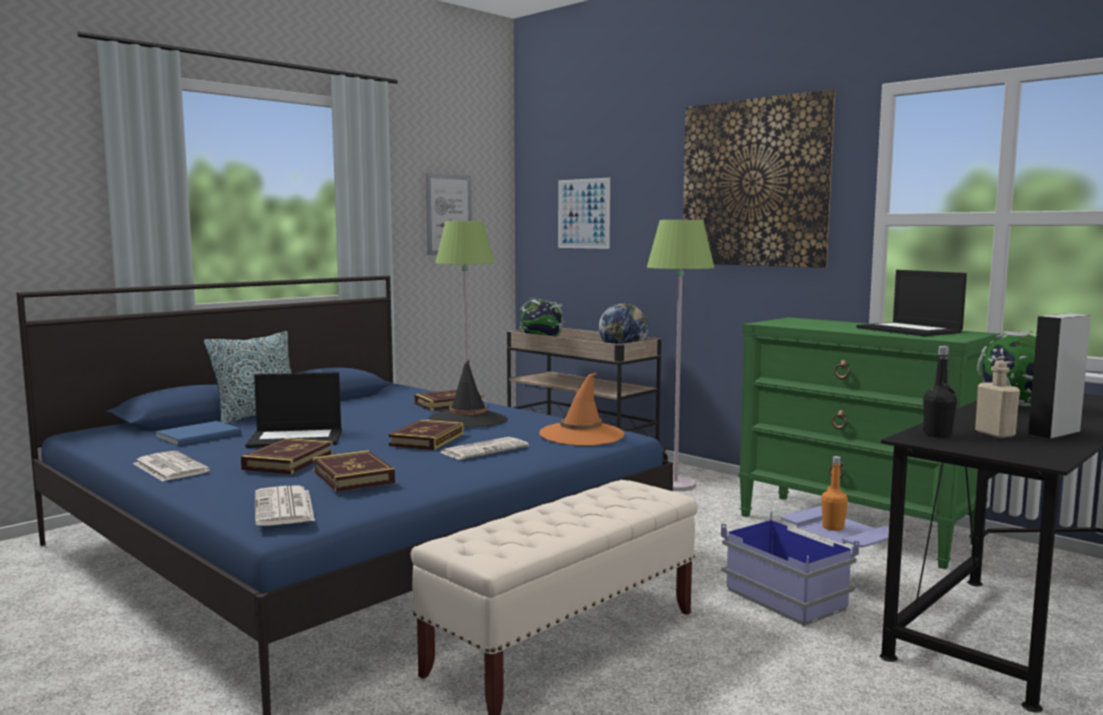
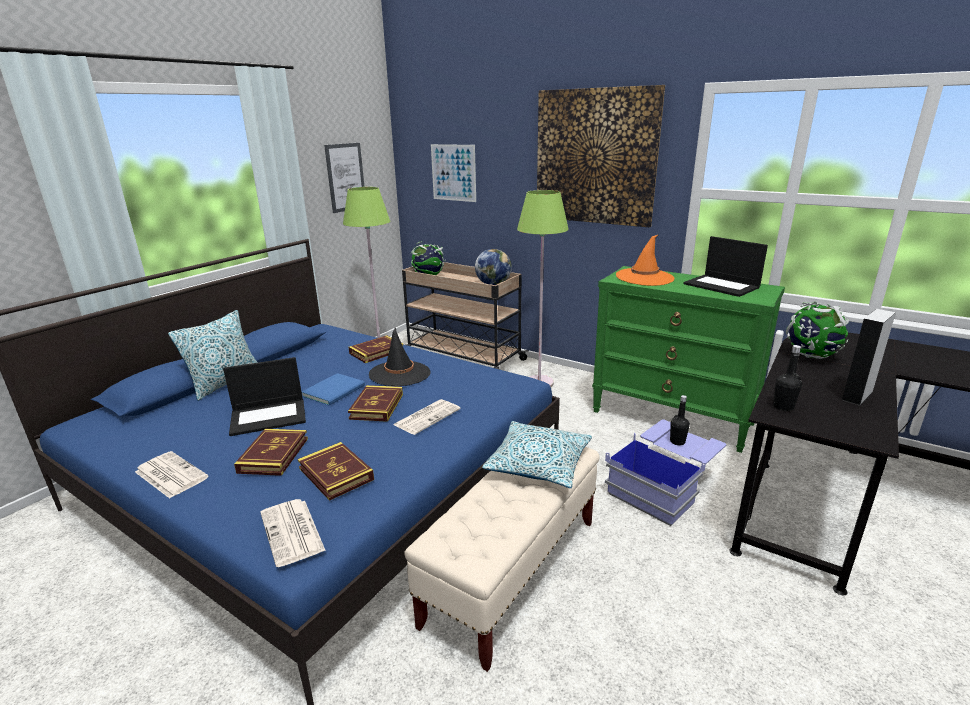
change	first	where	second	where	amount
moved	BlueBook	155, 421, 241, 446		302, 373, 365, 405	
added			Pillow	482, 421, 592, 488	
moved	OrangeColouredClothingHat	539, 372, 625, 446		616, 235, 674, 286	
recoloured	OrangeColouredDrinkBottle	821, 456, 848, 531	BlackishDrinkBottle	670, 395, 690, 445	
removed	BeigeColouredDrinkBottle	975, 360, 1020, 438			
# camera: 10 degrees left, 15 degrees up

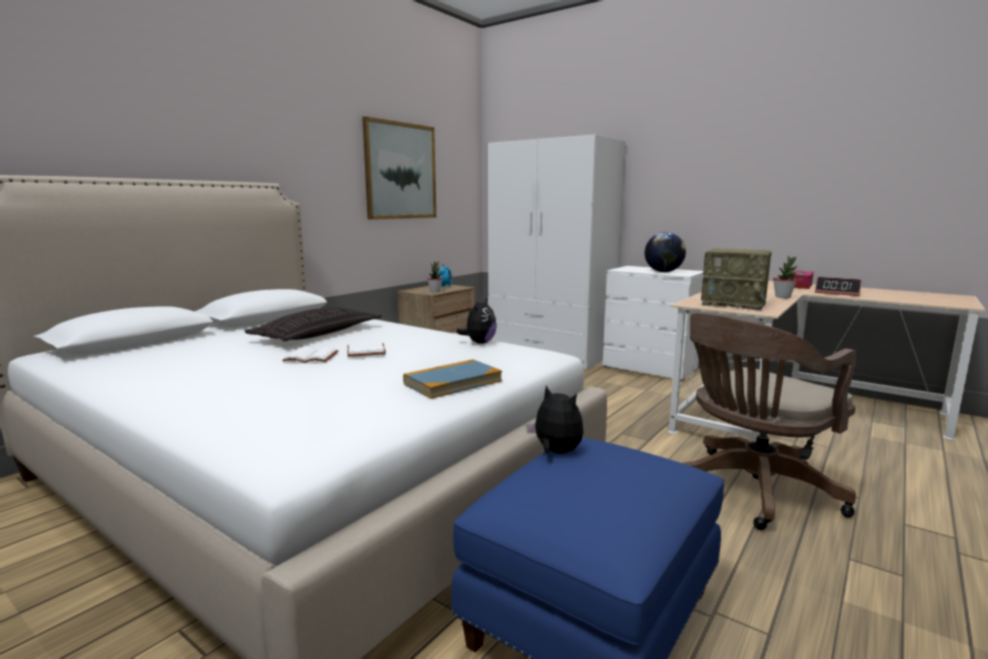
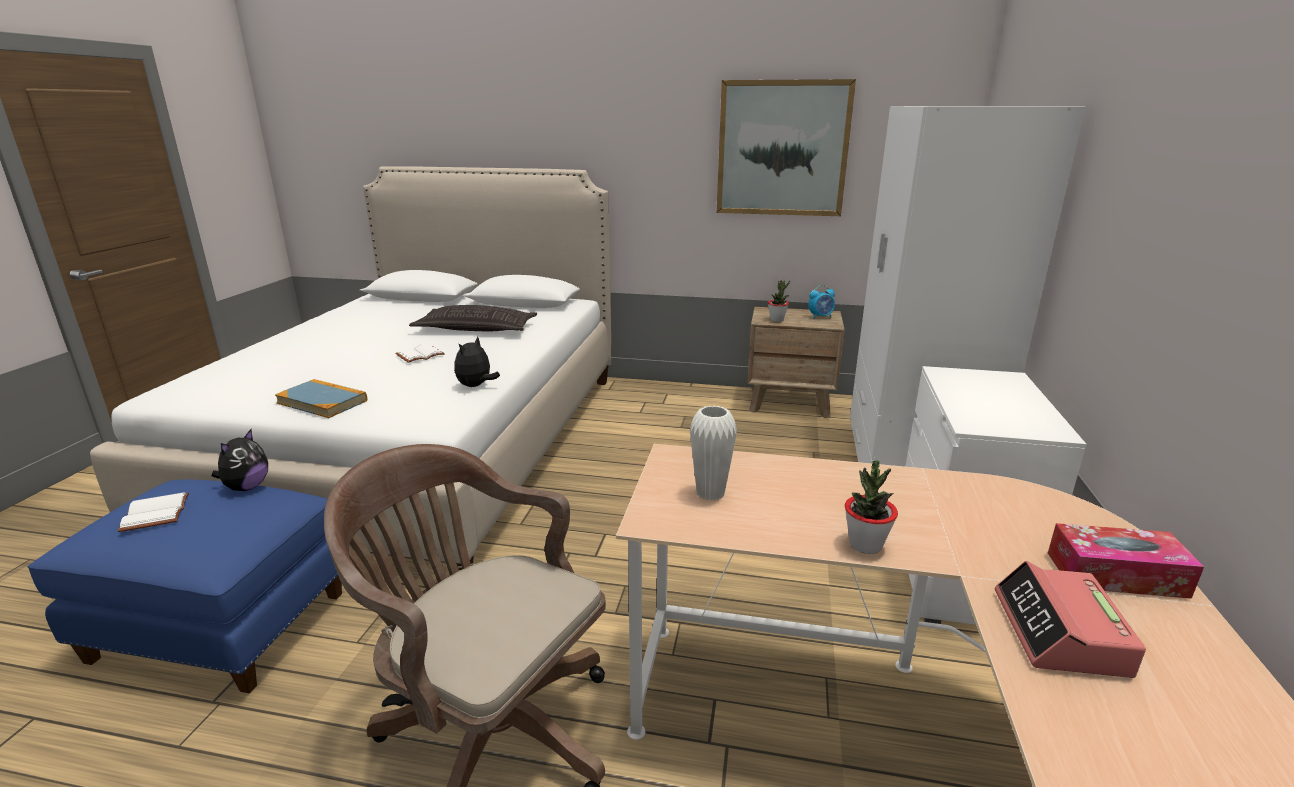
change	first	where	second	where	amount
moved	WhiteBook	282, 347, 339, 363		118, 492, 189, 532	
turned	PlushToy	456, 297, 497, 344		454, 336, 500, 387	120 degrees clockwise
replaced	RadioReceiver	701, 248, 772, 310	WhiteFlowerVase	690, 406, 737, 501	
removed	Globe	645, 232, 686, 272			
# camera: 65 degrees right, 10 degrees up

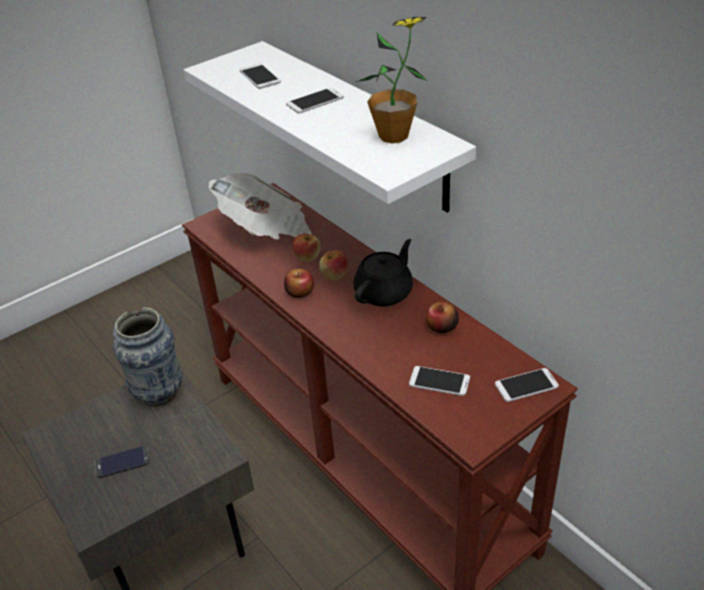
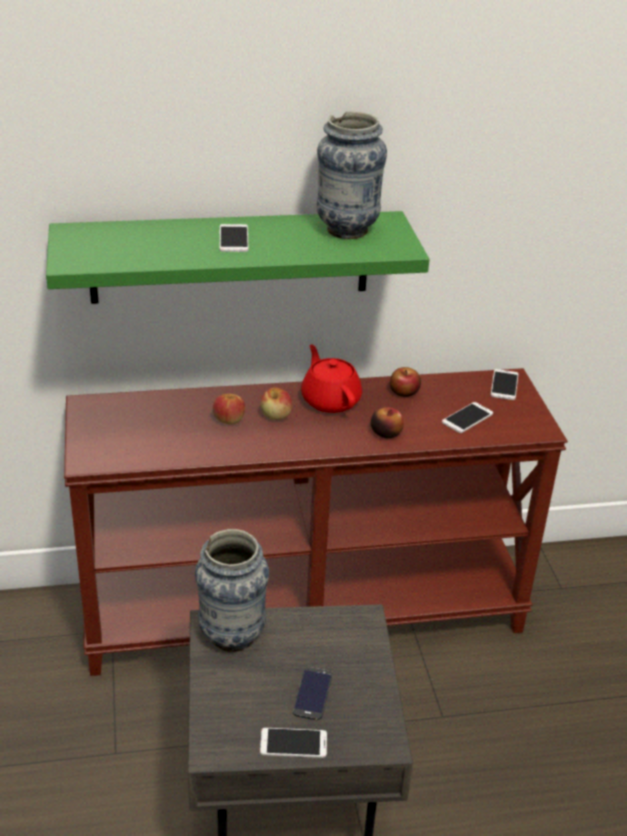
change	first	where	second	where	amount
recoloured	WhiteShelf	184, 41, 476, 213	GreenColouredShelf	46, 211, 430, 304	
moved	Handset	240, 64, 281, 89		260, 728, 327, 758	
recoloured	BlackishTeapot	354, 239, 413, 307	RedTeapot	301, 344, 362, 413	
replaced	PlantInAPot	356, 17, 427, 143	FlowerVase	317, 111, 387, 239	
moved	Apple	284, 268, 314, 298		371, 407, 404, 438	
removed	PrintedPaper	208, 173, 311, 240			
# camera: 65 degrees left, 5 degrees down

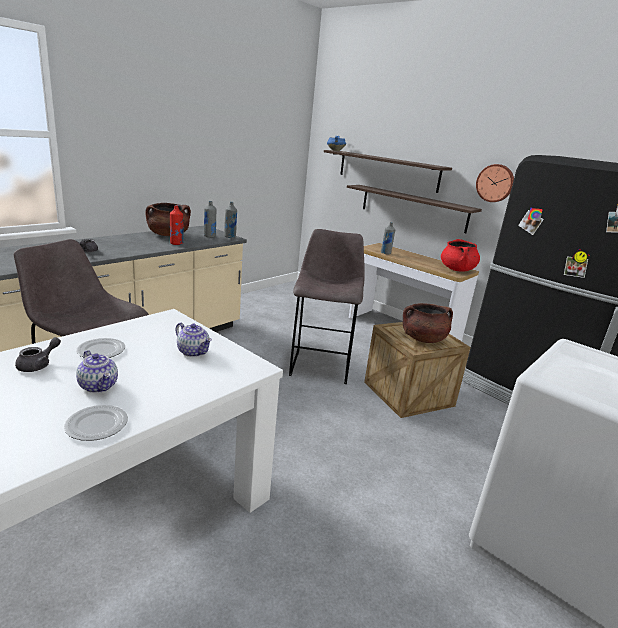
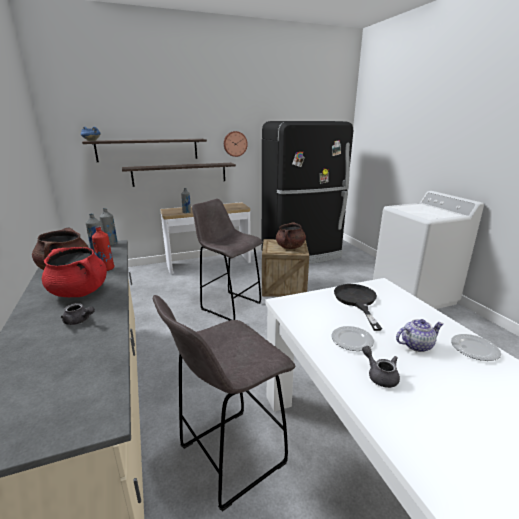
change	first	where	second	where	amount
moved	RedSaucepot	441, 239, 480, 272		42, 247, 107, 297	
replaced	Teapot	176, 323, 212, 357	BlackishFryingPan	334, 284, 382, 331	
# camera: 60 degrees left, 0 degrees up

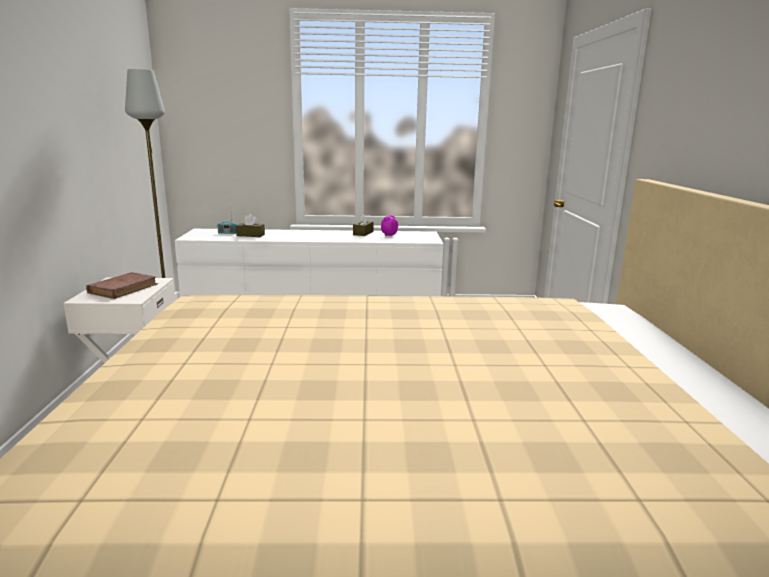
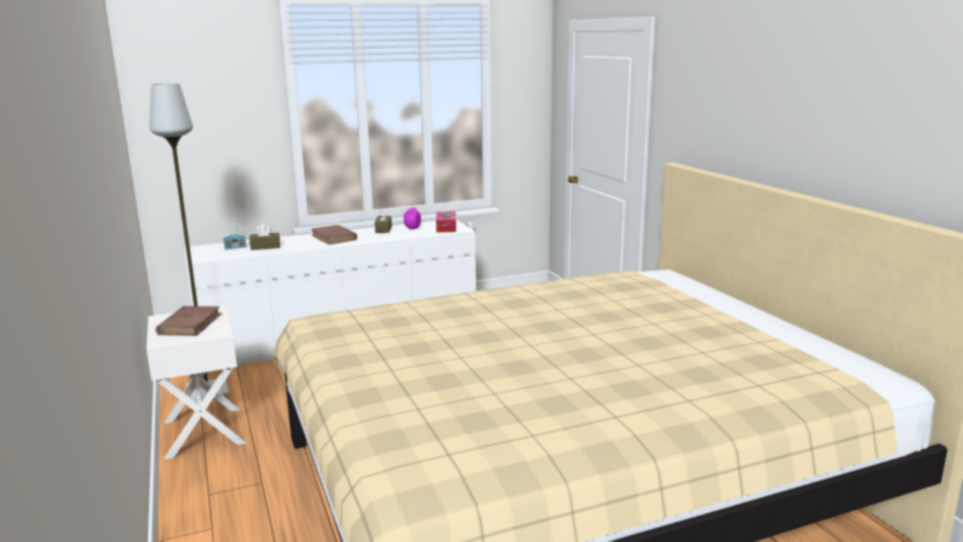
change	first	where	second	where	amount
added			BrownBook	311, 225, 357, 245	
added			TissueBox	436, 211, 456, 232	
# camera: 20 degrees left, 0 degrees up

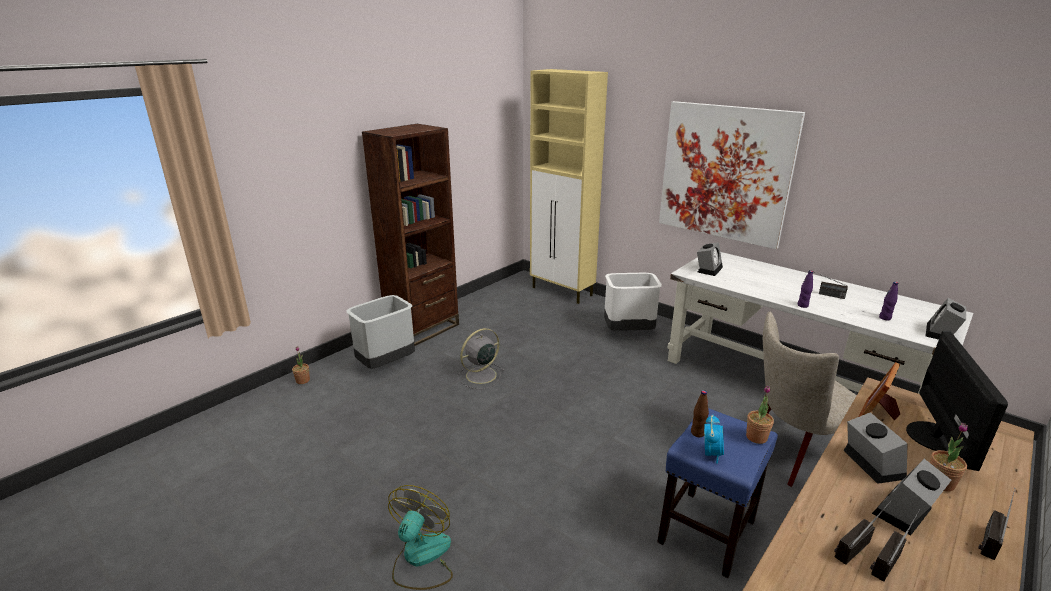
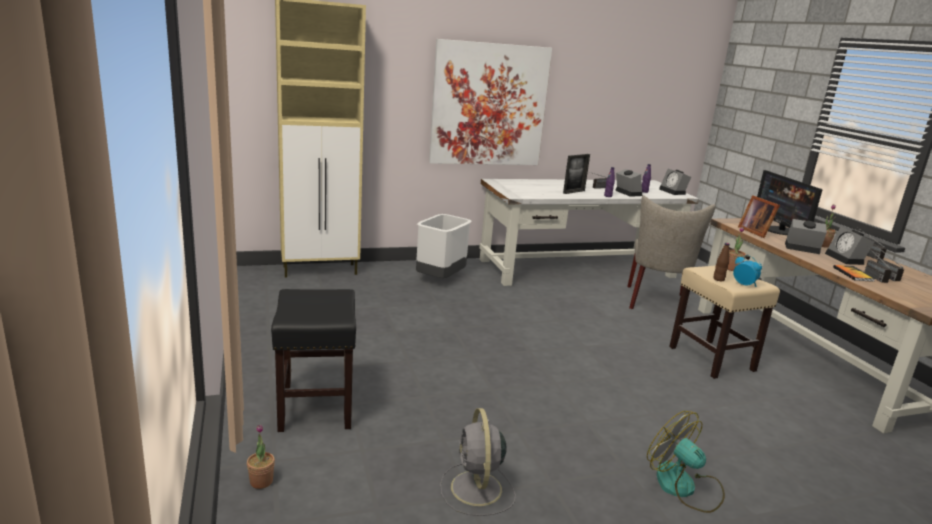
change	first	where	second	where	amount
replaced	GrayTrashCan	346, 295, 415, 369	BlackishStoolSeat	271, 289, 356, 432	
moved	GrayFan	458, 328, 505, 389		440, 408, 516, 516	
added			PictureFrame	563, 154, 590, 194	
moved	AlarmClock	697, 242, 723, 276		615, 169, 642, 197	
recoloured	BlueStoolSeat	657, 408, 778, 578	BeigeColouredStoolSeat	669, 265, 780, 379	
turned	Monitor	906, 331, 1008, 471		757, 170, 822, 235	150 degrees counterclockwise
added			Book	833, 265, 875, 282	
removed	BrownShelvingUnit	362, 124, 459, 346			
# camera: 60 degrees left, 5 degrees down

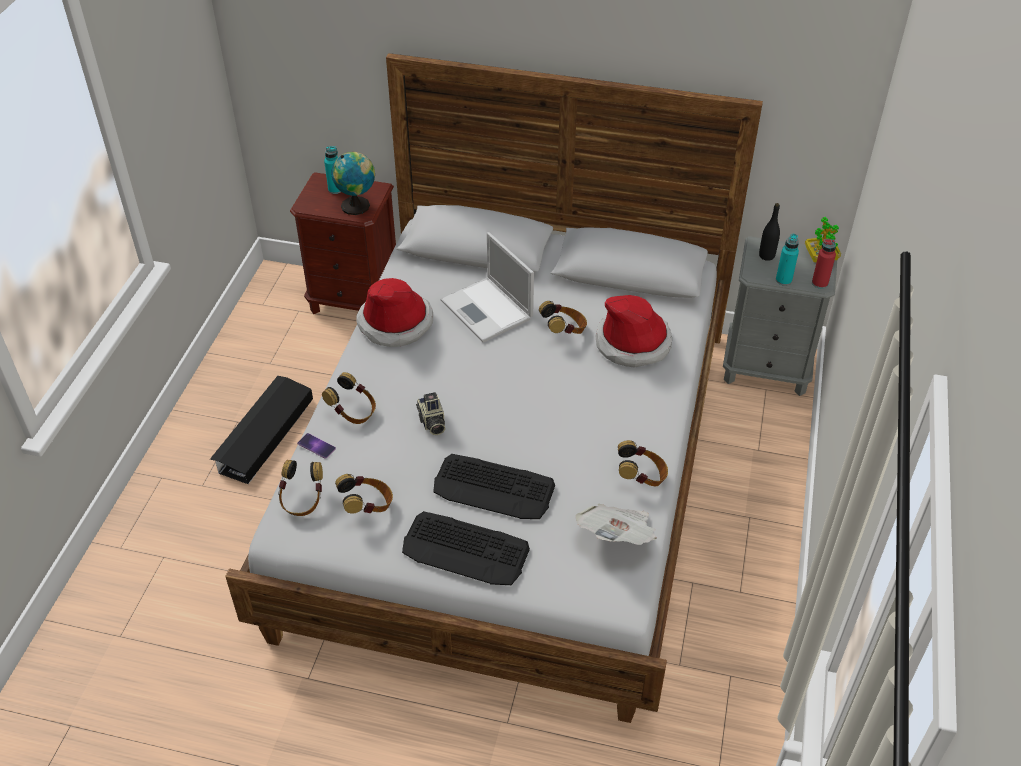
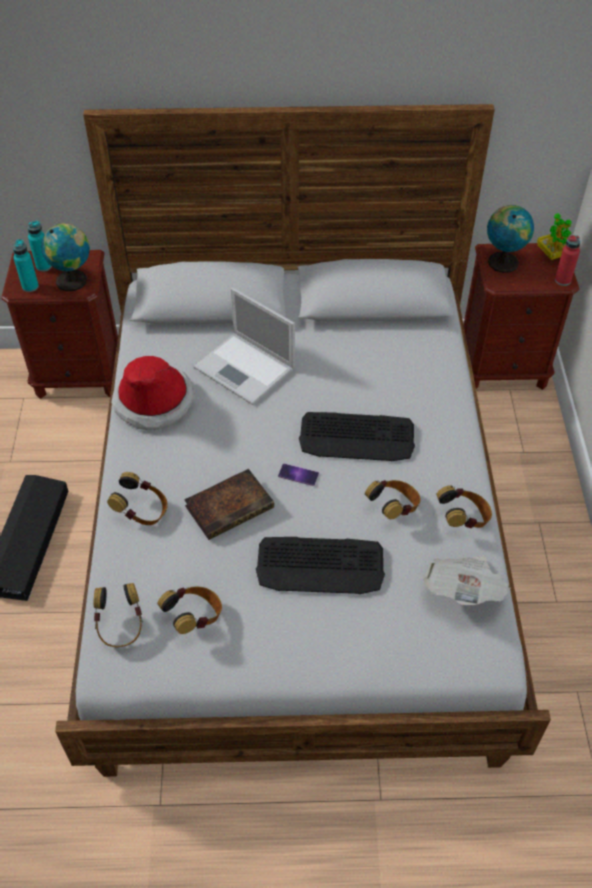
change	first	where	second	where	amount
moved	BlueGreenDrinkBottle	776, 234, 799, 286		13, 239, 39, 292	
replaced	StillCamera	416, 392, 445, 435	Book	184, 469, 274, 540	
moved	Handset	297, 433, 336, 459		278, 464, 319, 486	
moved	Keyboard	402, 511, 530, 585		299, 412, 415, 461	
moved	Headset	539, 301, 587, 334		365, 480, 421, 519	
recoloured	GrayBedsideTable	723, 236, 837, 396	BrownBedsideTable	463, 243, 579, 390	
replaced	BlackishDrinkBottle	759, 203, 780, 261	Globe	487, 205, 534, 273	
removed	ClothingHat	596, 295, 672, 368			
# camera: 15 degrees left, 5 degrees up

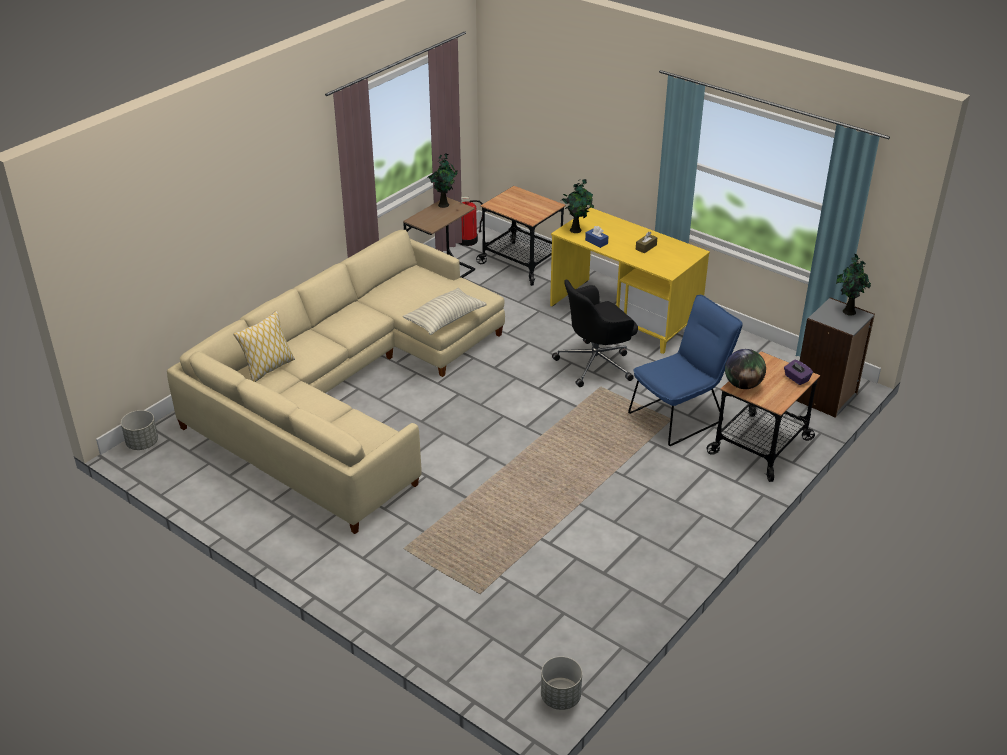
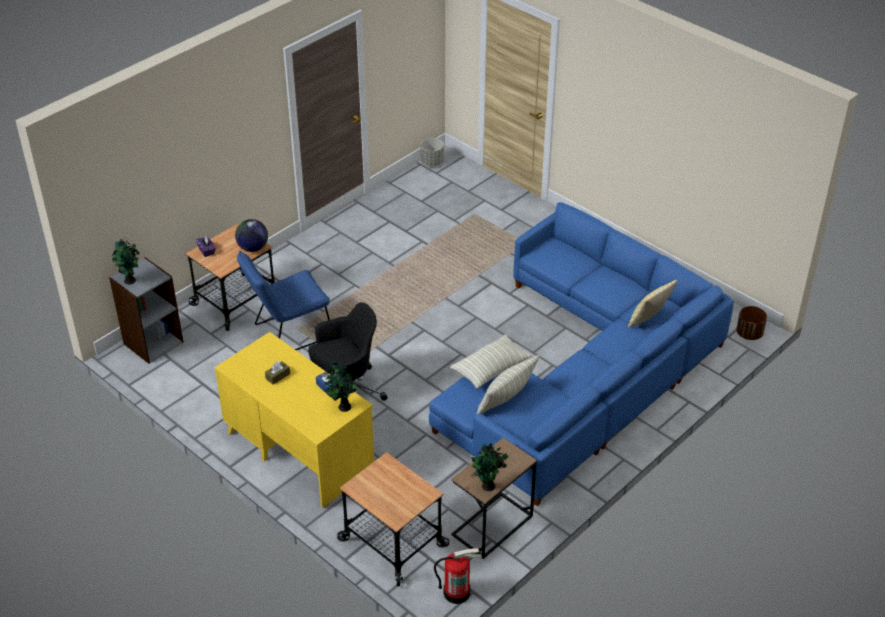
change	first	where	second	where	amount
recoloured	BeigeColouredSofa	167, 230, 505, 534	BlueSofa	429, 202, 734, 506	
added			Pillow	477, 355, 539, 414	
recoloured	GrayFlowerPot	121, 410, 158, 450	BrownFlowerPot	736, 306, 767, 340	
# camera: 175 degrees left, 5 degrees up

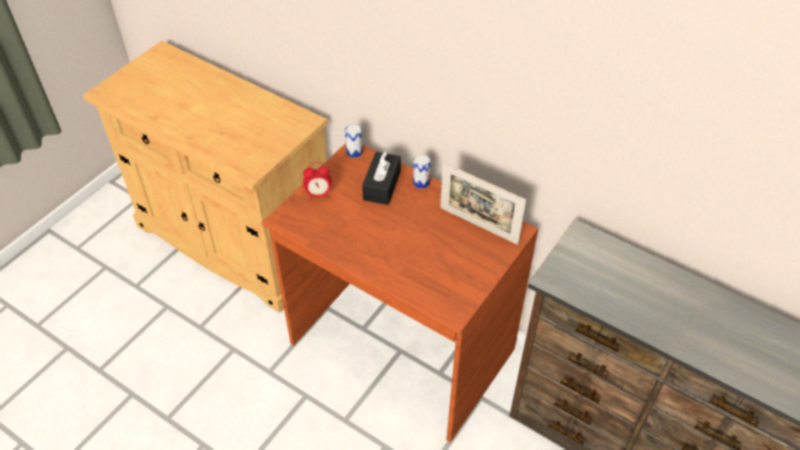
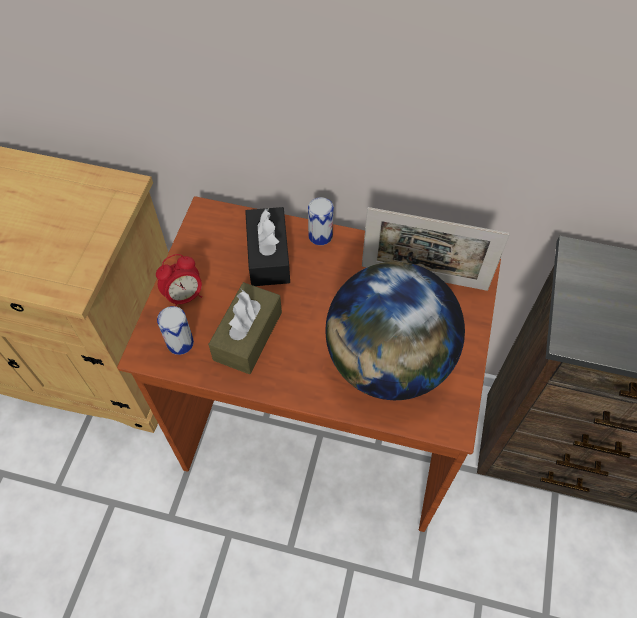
change	first	where	second	where	amount
moved	MetalCan	345, 124, 363, 158		157, 306, 194, 355	
added			BrownTissueBox	208, 282, 282, 374	
added			Globe	325, 262, 465, 400	
# camera: 20 degrees left, 10 degrees up

